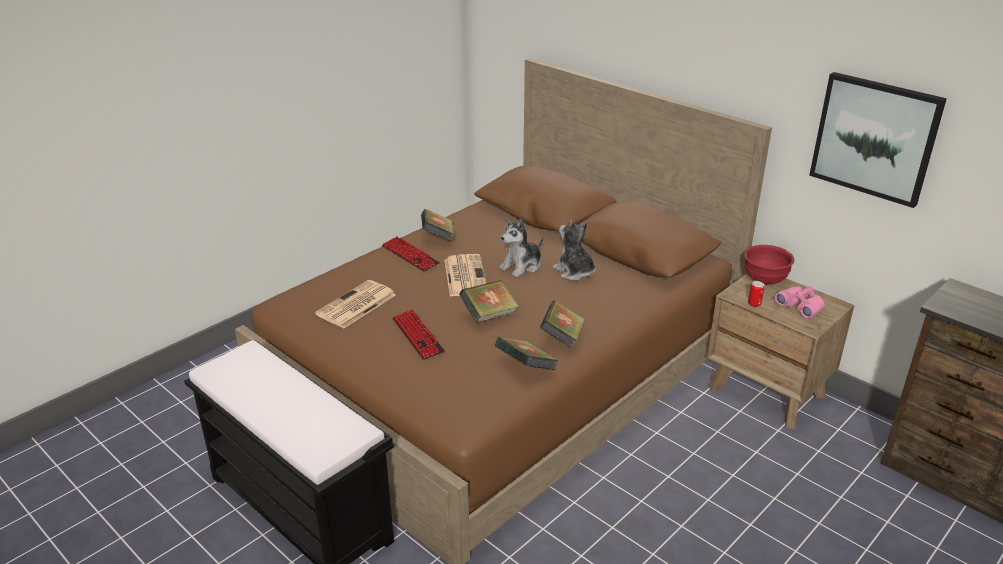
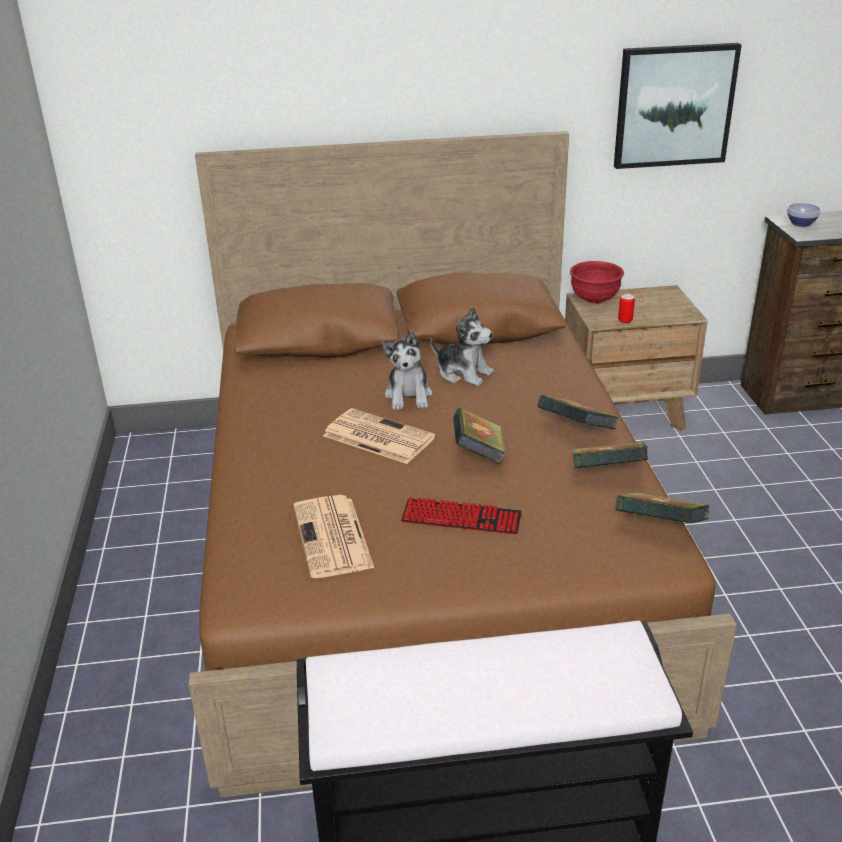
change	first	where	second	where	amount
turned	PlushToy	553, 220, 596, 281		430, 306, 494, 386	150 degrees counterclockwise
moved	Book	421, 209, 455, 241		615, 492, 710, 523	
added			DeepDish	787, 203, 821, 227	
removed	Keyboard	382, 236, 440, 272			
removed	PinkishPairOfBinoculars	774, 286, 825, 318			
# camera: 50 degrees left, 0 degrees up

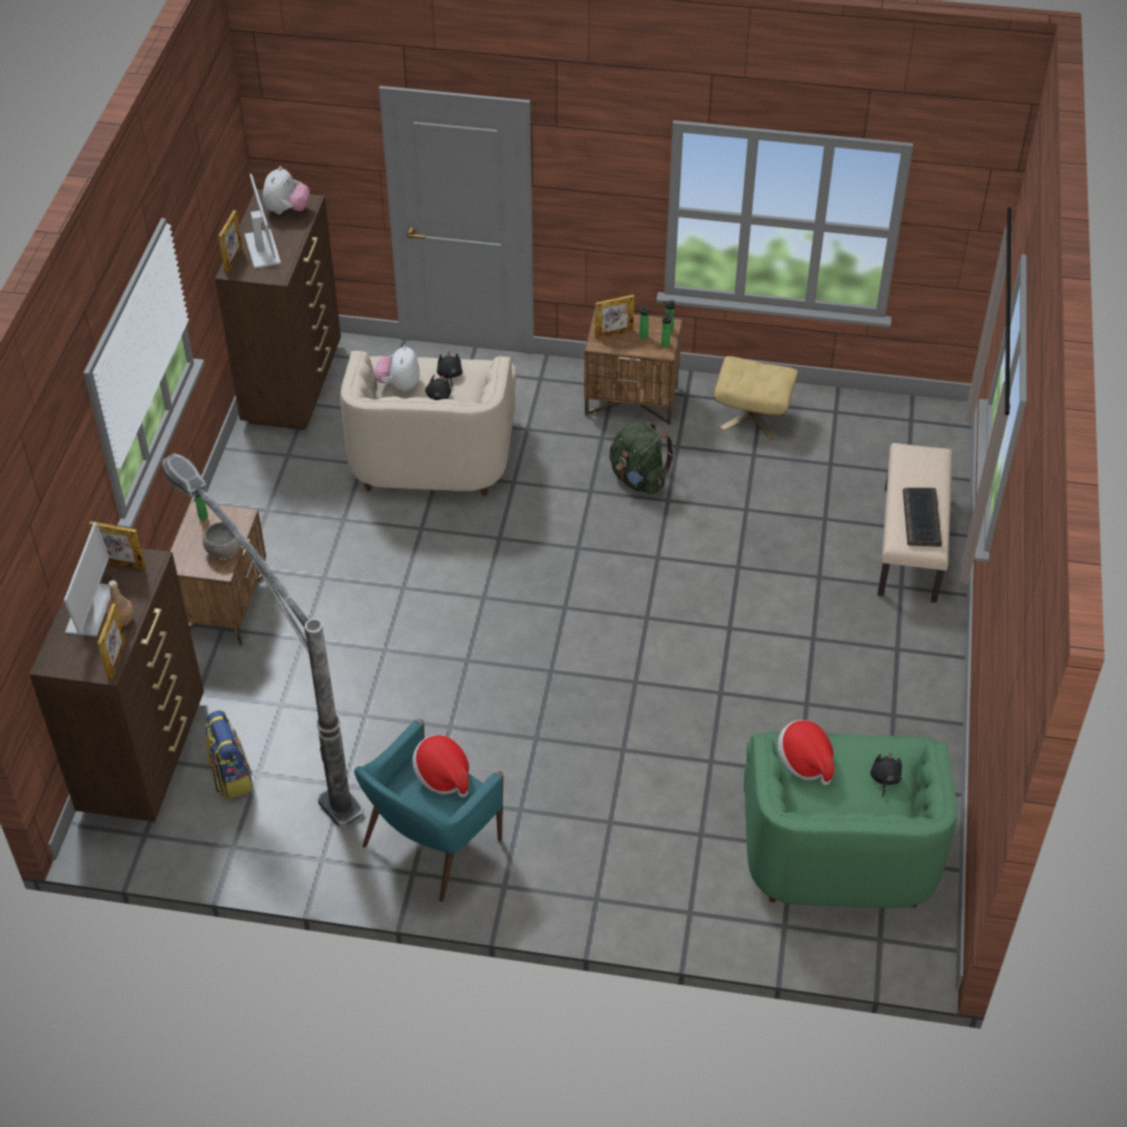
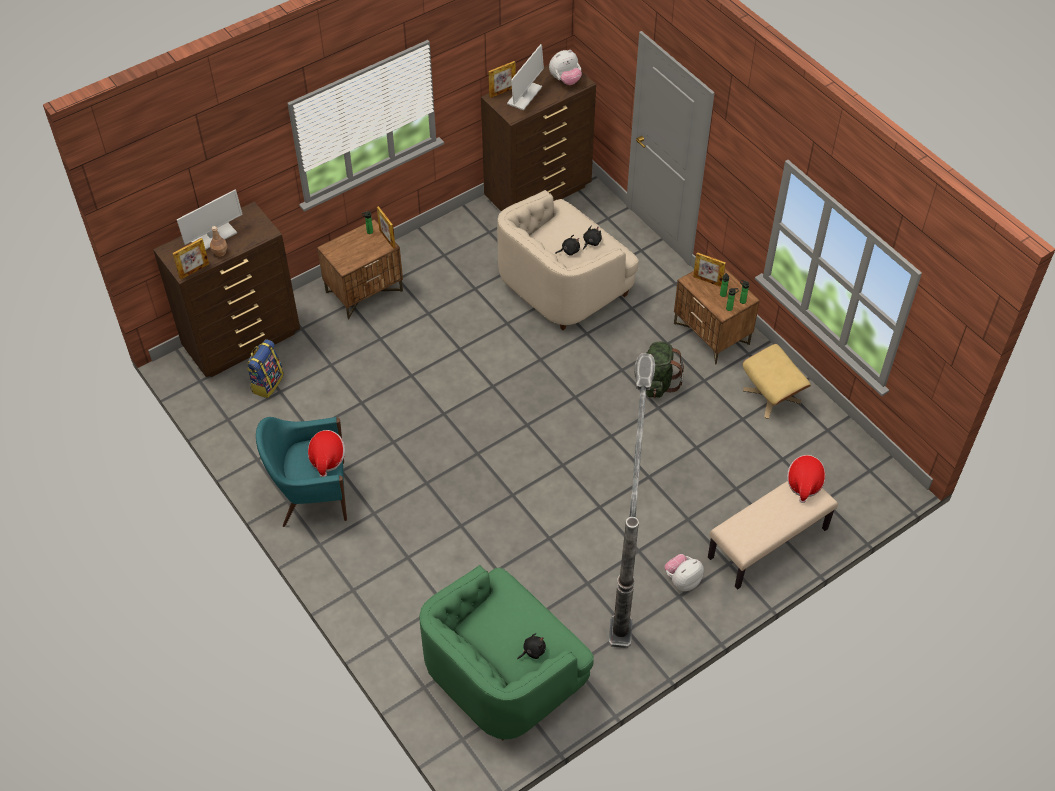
change	first	where	second	where	amount
moved	PictureFrame	89, 521, 146, 570		377, 206, 395, 249	
moved	FloorLamp	162, 453, 364, 828		609, 353, 655, 649	
moved	PlushToy	374, 345, 420, 392		664, 554, 704, 591	
moved	ClothingHat	778, 720, 834, 785		787, 455, 825, 503	
removed	GrayDeepDish	202, 522, 241, 559			
removed	Keyboard	903, 488, 942, 547			
# camera: 45 degrees right, 5 degrees up

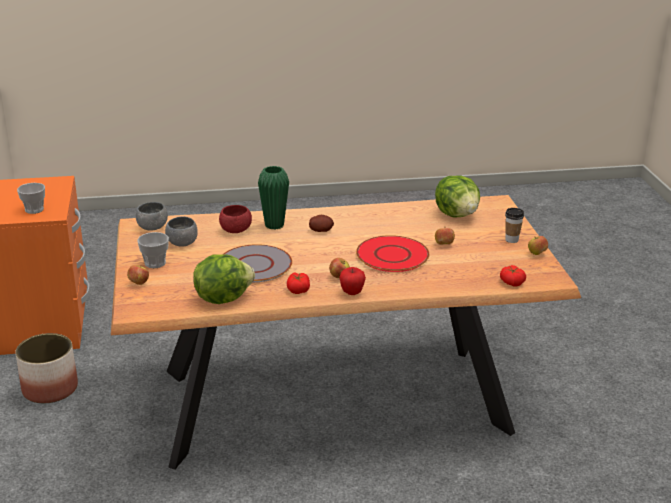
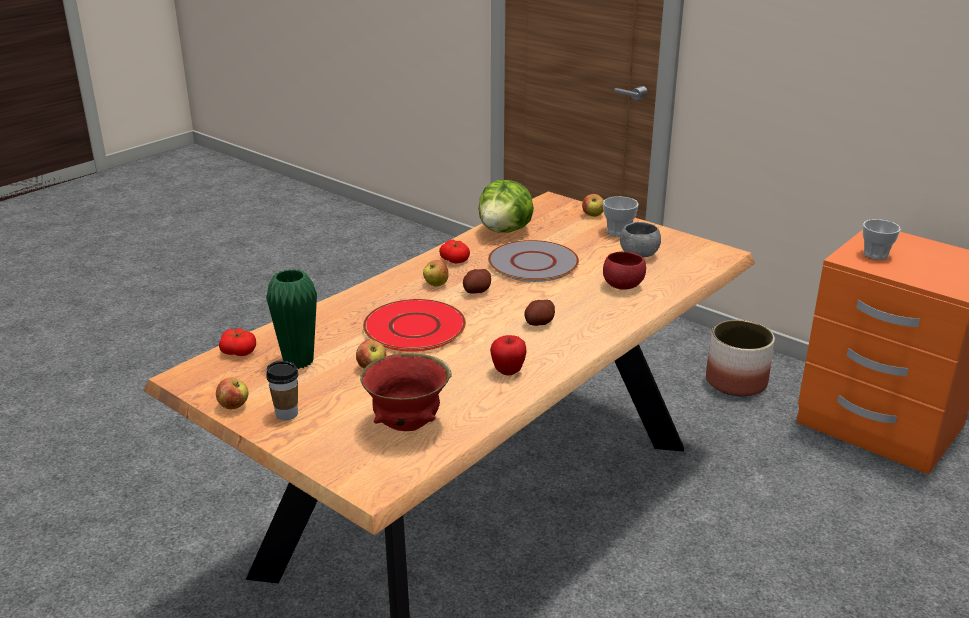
change	first	where	second	where	amount
moved	GreenColouredFlowerVase	258, 166, 289, 230		266, 269, 317, 369	
replaced	Lettuce	435, 176, 480, 217	RedDeepDish	360, 353, 452, 431	
added			WholePotato	463, 269, 491, 294	
moved	Apple	339, 267, 366, 295		490, 335, 527, 375	
removed	GrayDeepDish	136, 202, 168, 231			
# camera: 140 degrees right, 0 degrees up

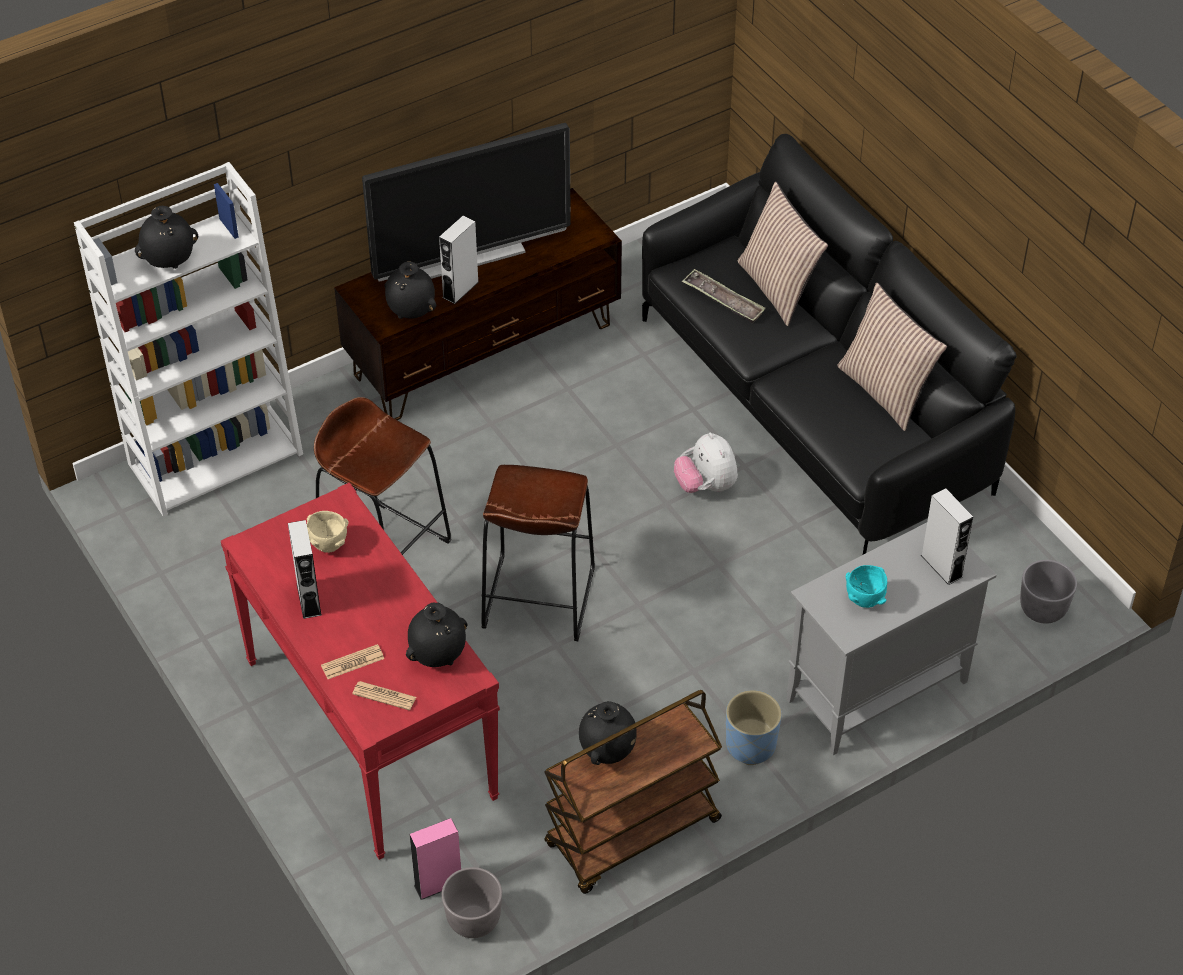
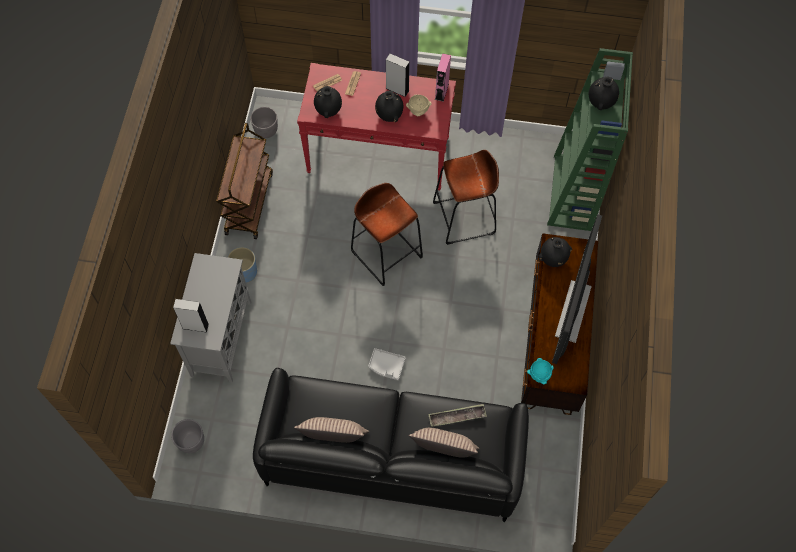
change	first	where	second	where	amount
replaced	PlushToy	674, 432, 738, 493	GrayTray	368, 348, 406, 380	
moved	BlackishFlowerVase	579, 701, 637, 765		375, 91, 403, 122	
moved	PinkishLoudspeaker	409, 818, 461, 900		435, 53, 451, 102	
moved	BlueGreenDeepDish	845, 565, 887, 608		527, 358, 554, 385	
recoloured	WhiteShelvingUnit	74, 162, 303, 517	GreenColouredShelvingUnit	547, 48, 633, 231	
removed	GrayLoudspeaker	439, 215, 479, 304			
# camera: 130 degrees right, 15 degrees up

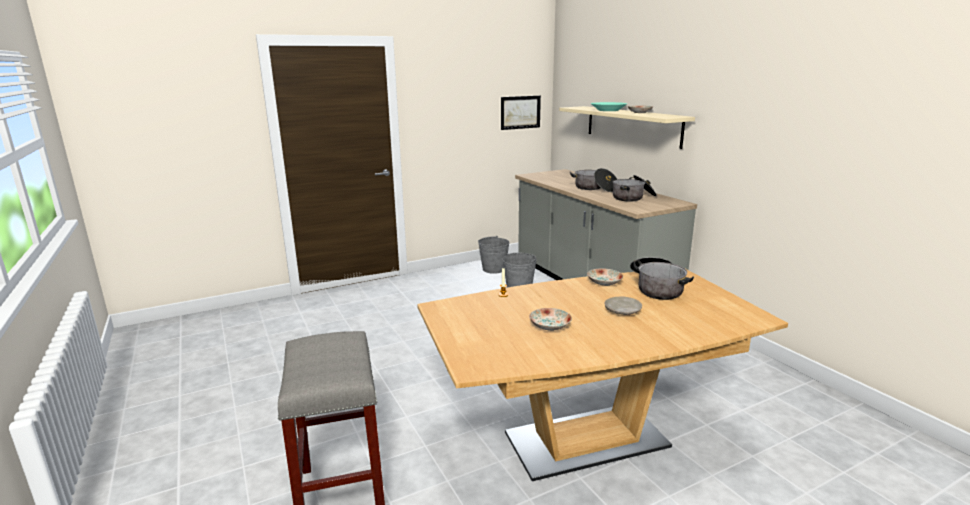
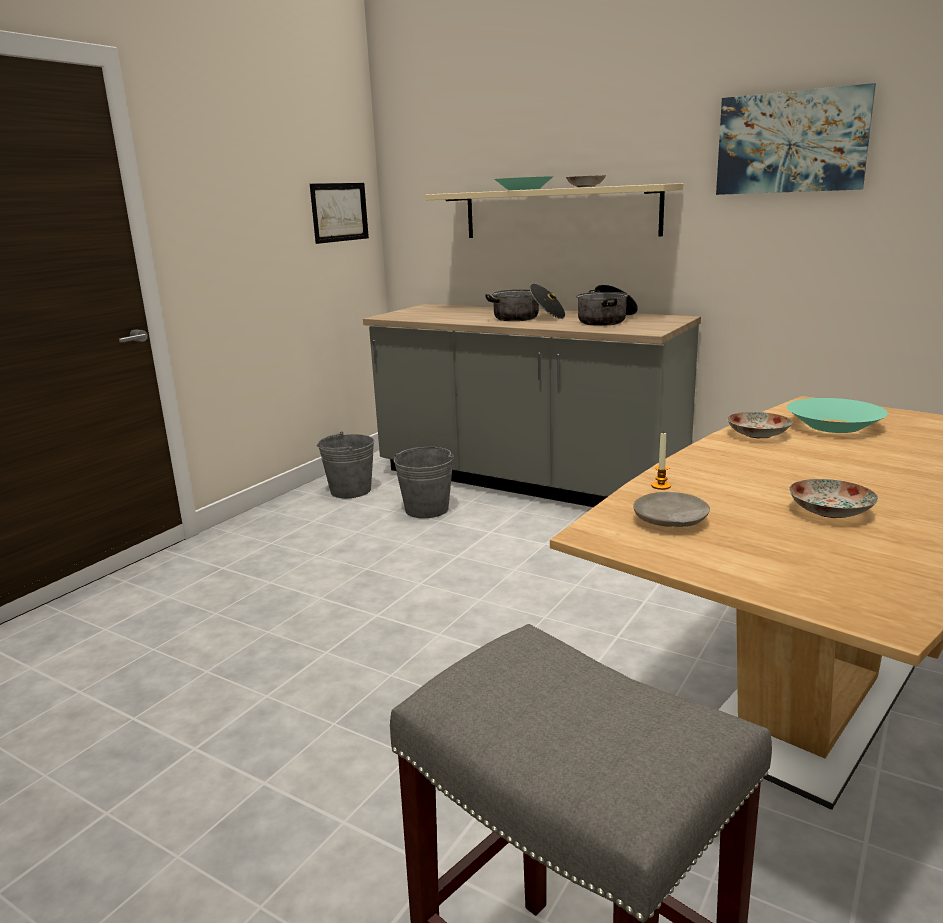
change	first	where	second	where	amount
moved	BeigeColouredDinnerPlate	604, 297, 642, 315		633, 492, 710, 527	
added			WallPicture	716, 83, 876, 195	
replaced	Saucepot	630, 257, 694, 300	BlueGreenDeepDish	787, 398, 888, 433	
# camera: 30 degrees left, 0 degrees up

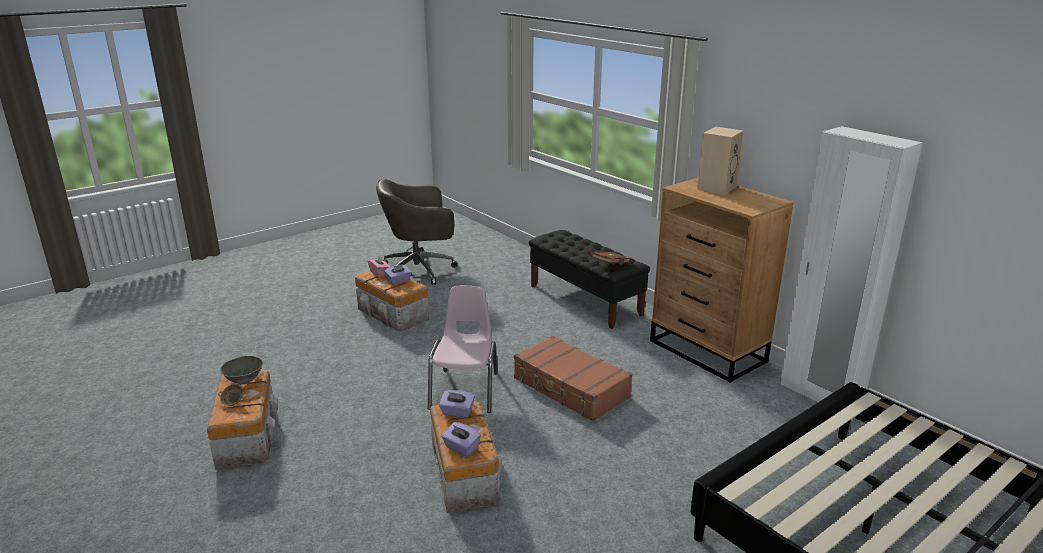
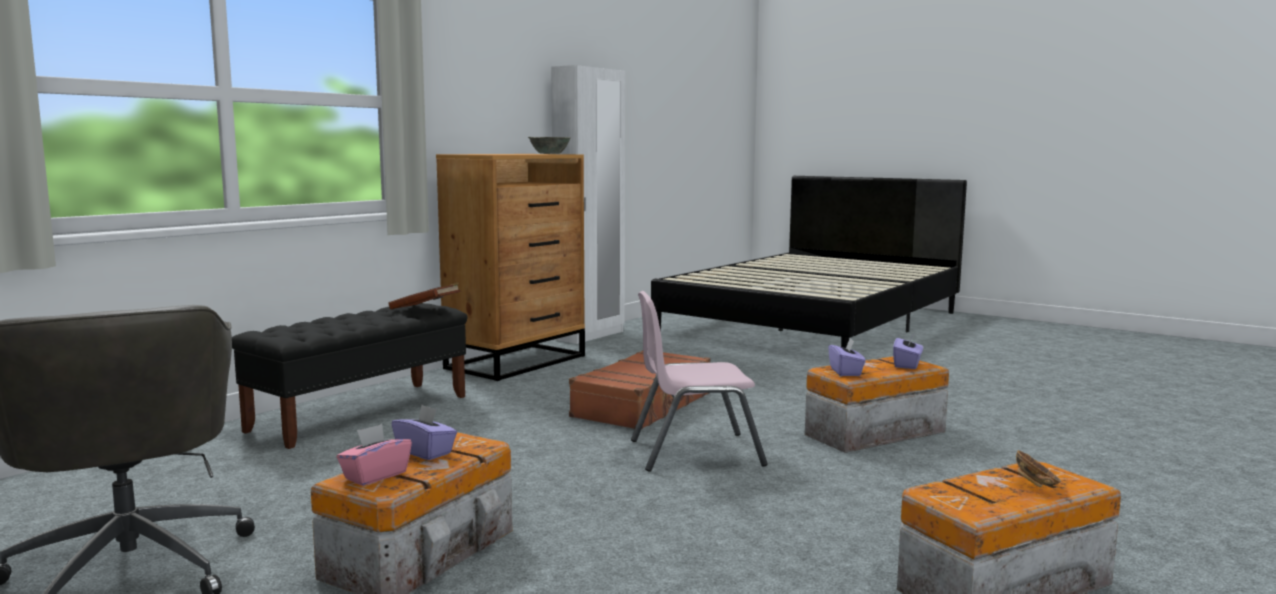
change	first	where	second	where	amount
moved	GrayDeepDish	220, 356, 263, 384		528, 137, 571, 154	
removed	BeigeColouredLoudspeaker	697, 127, 744, 195			
# camera: 105 degrees left, 15 degrees down

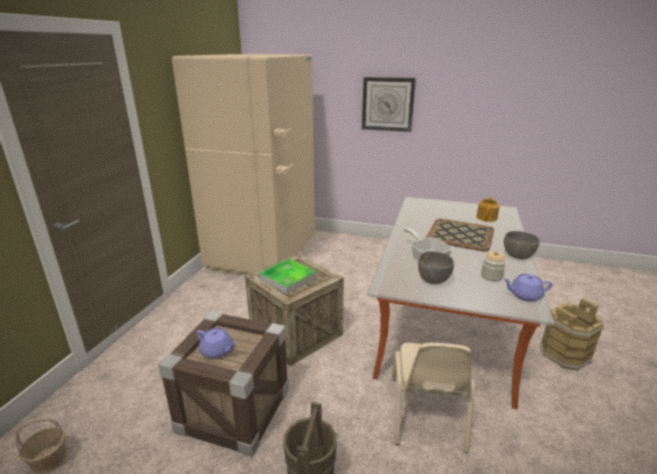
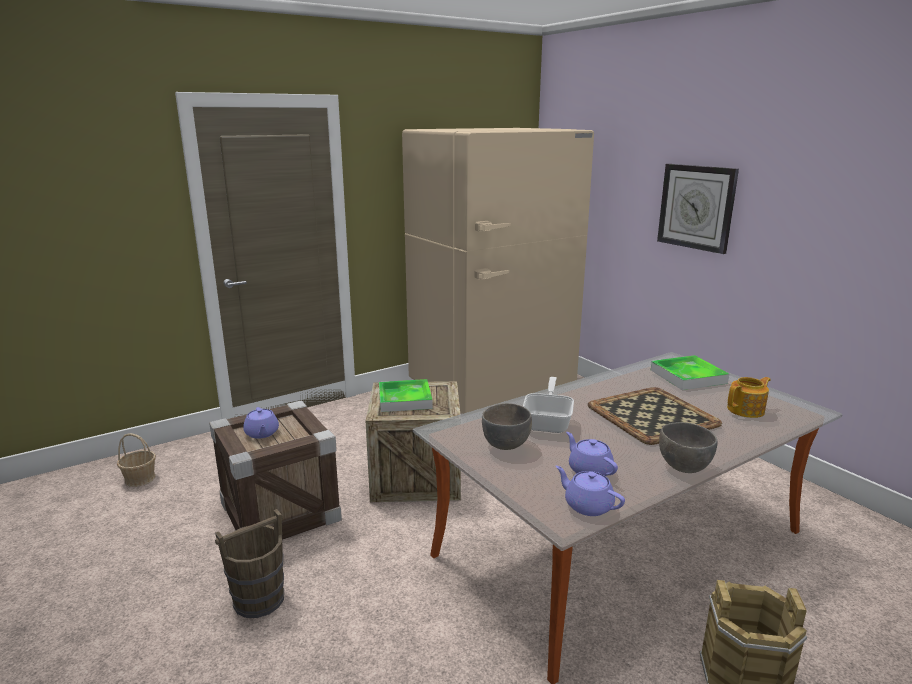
change	first	where	second	where	amount
replaced	Jar	481, 251, 506, 281	PurpleColouredTeapot	566, 432, 618, 476	
added			Tray	651, 355, 729, 390	
removed	BeigeColouredUprightChair	392, 343, 475, 453			
# camera: 40 degrees right, 5 degrees down

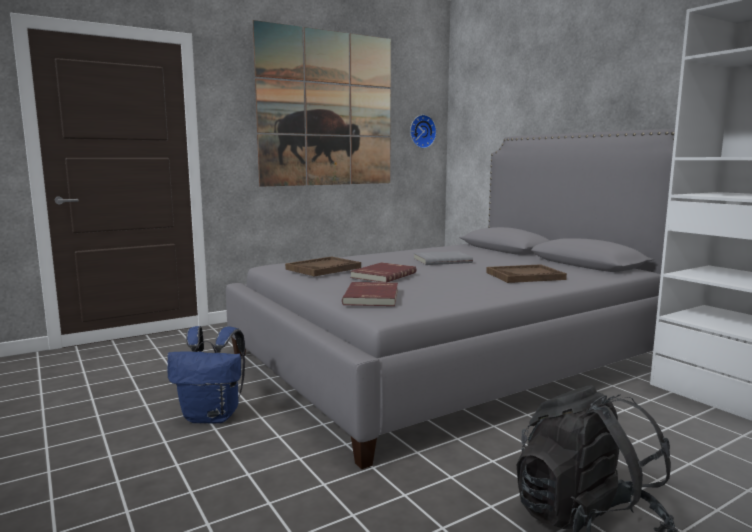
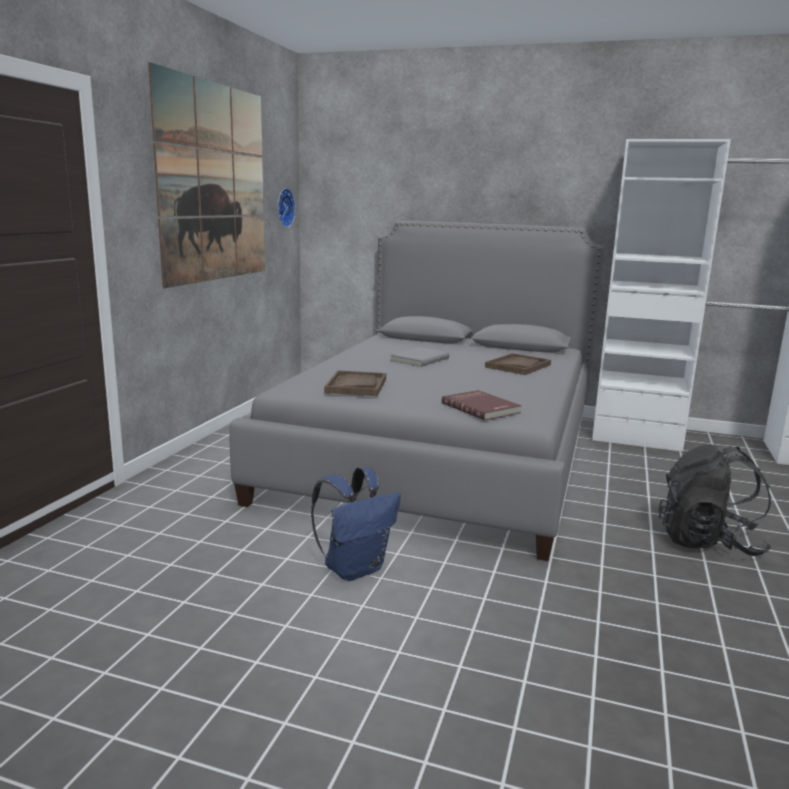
change	first	where	second	where	amount
removed	RedBook	350, 262, 416, 282			
# camera: 40 degrees left, 5 degrees up

